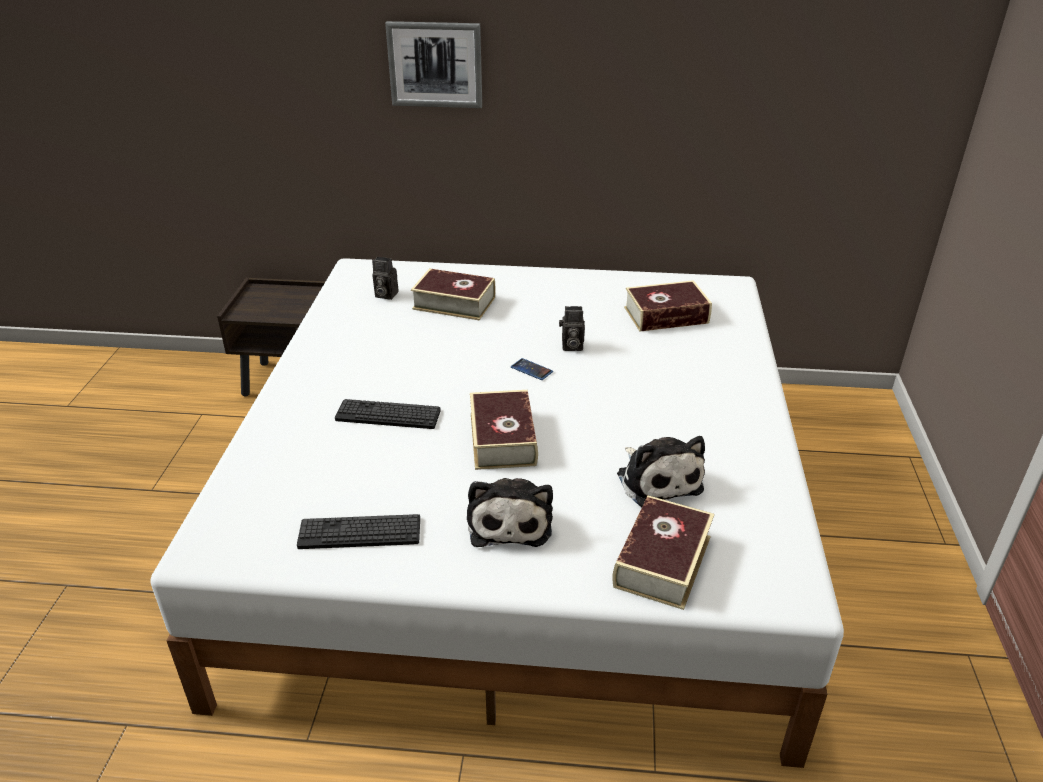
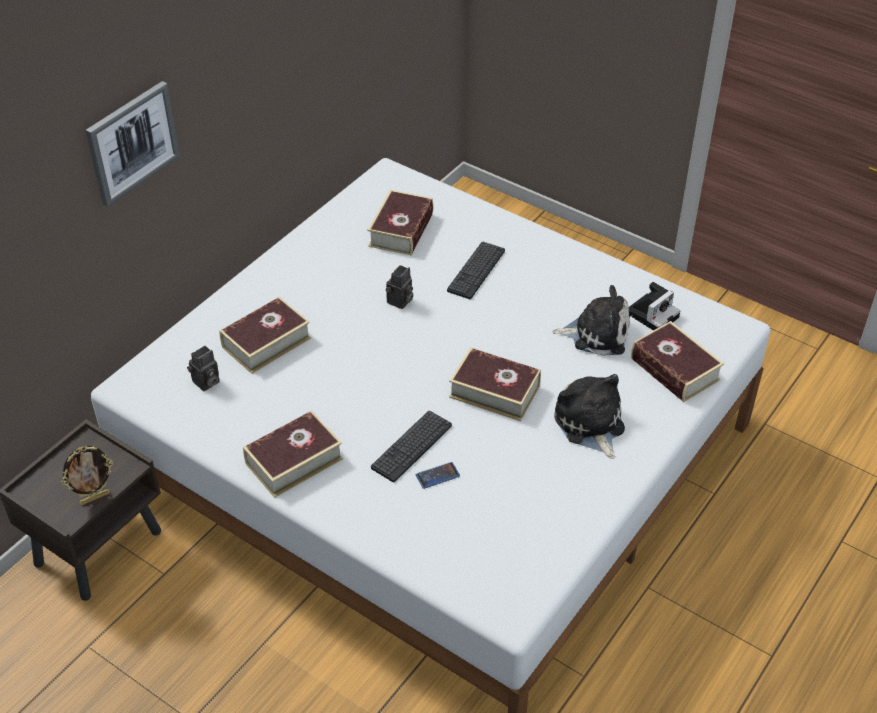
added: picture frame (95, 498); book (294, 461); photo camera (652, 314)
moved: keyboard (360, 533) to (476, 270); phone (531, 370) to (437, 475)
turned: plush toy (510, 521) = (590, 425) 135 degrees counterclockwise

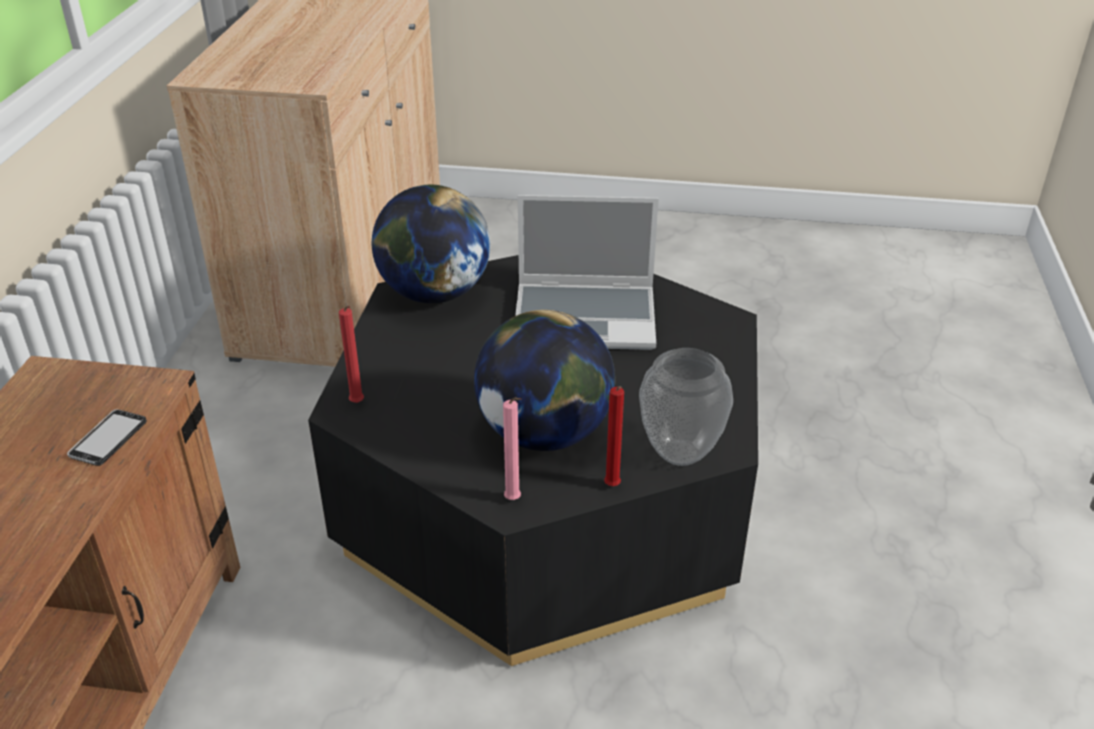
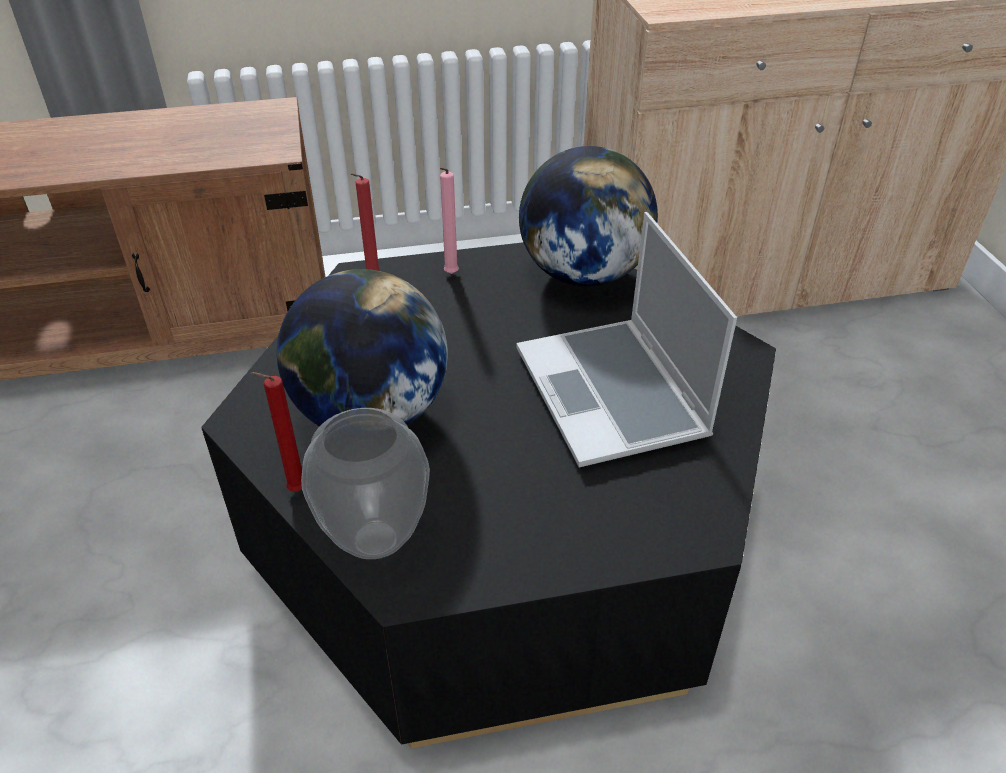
removed: phone (108, 439)
moved: pink candle (514, 501) to (450, 275)

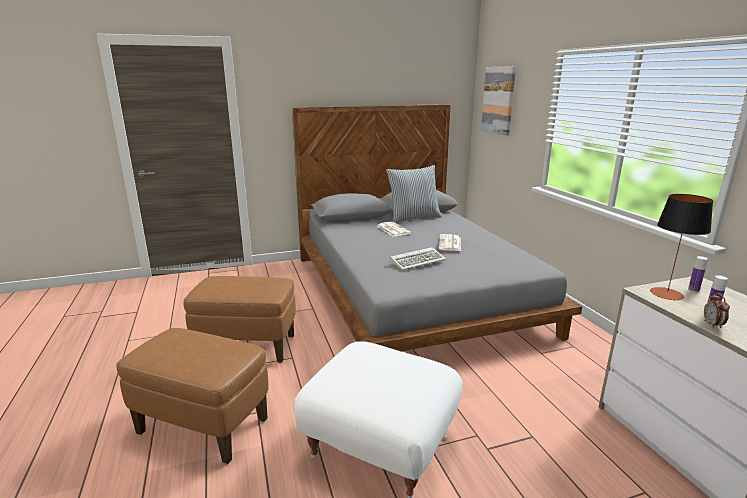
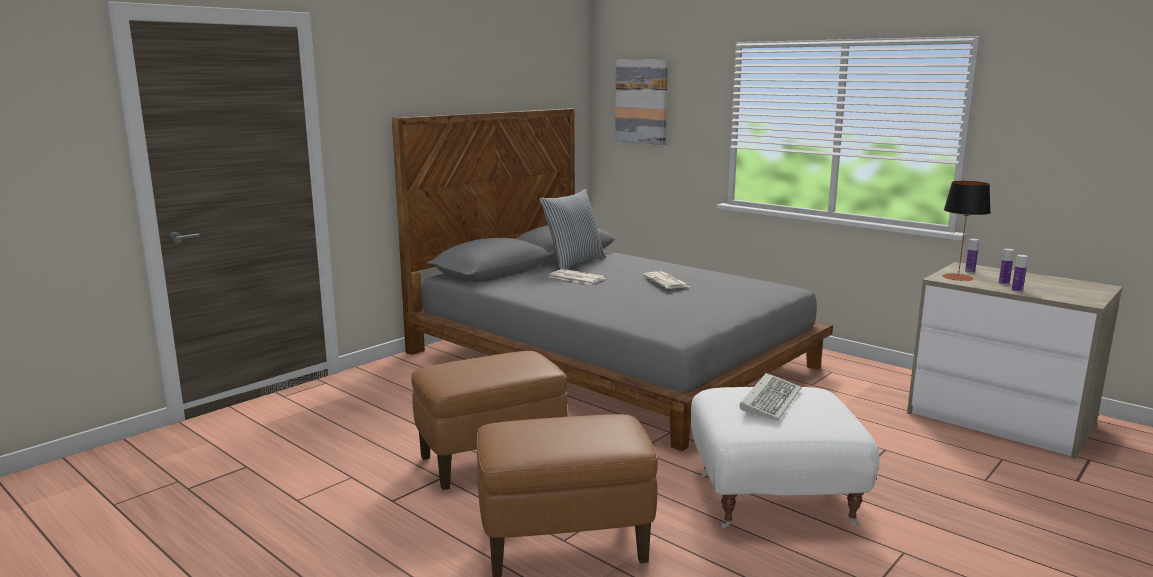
moved: keyboard (418, 261) to (770, 399)
replaced: alarm clock (712, 325) to bottle (1017, 291)

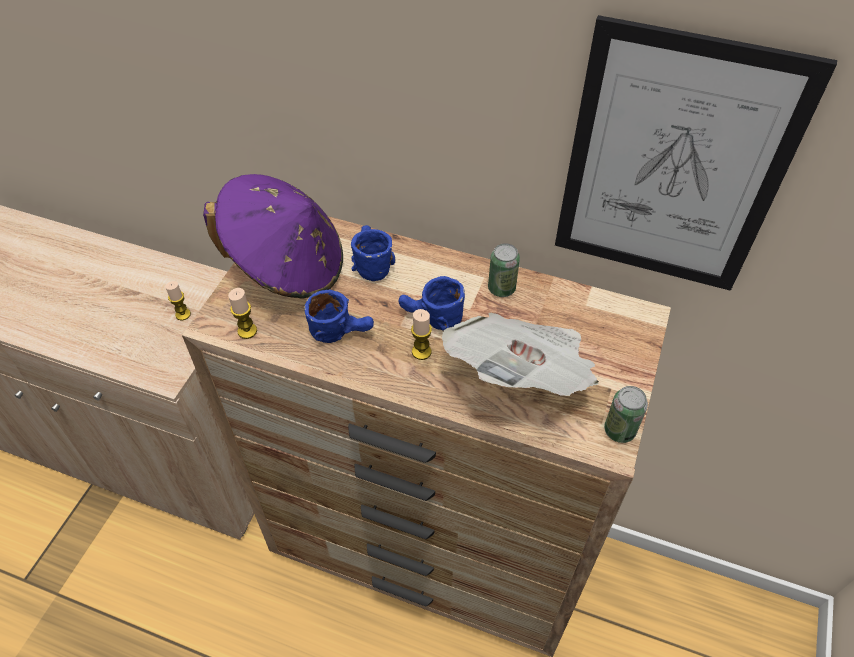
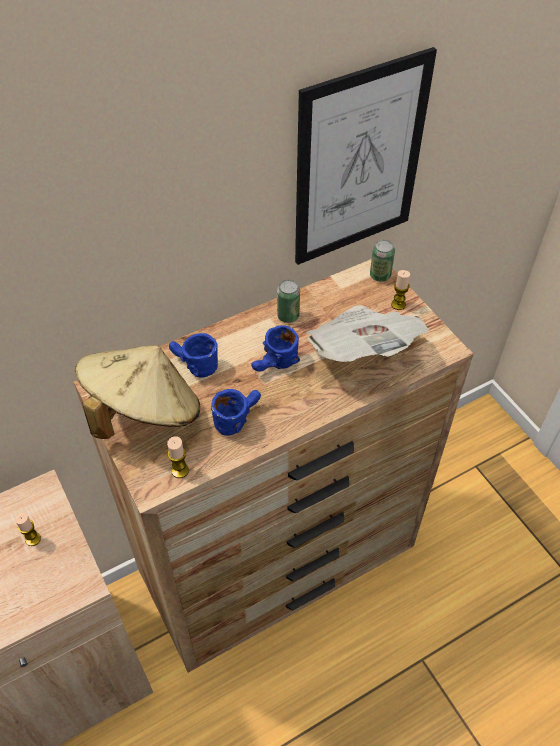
moved: candle (421, 352) to (398, 304); can (619, 430) to (380, 276)
recoloured: purple hat (287, 266) to beige hat (144, 412)

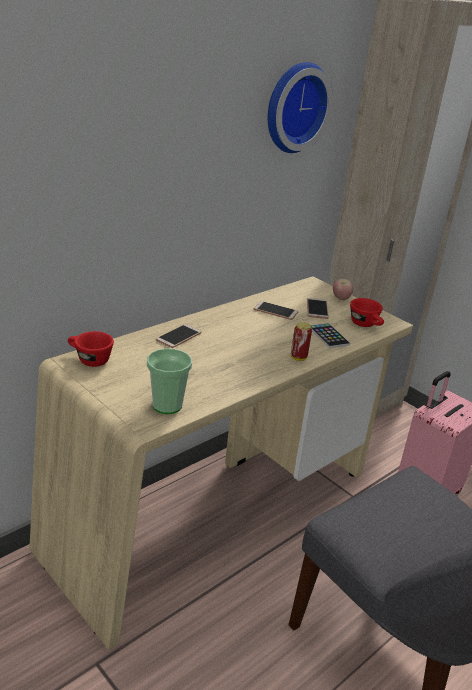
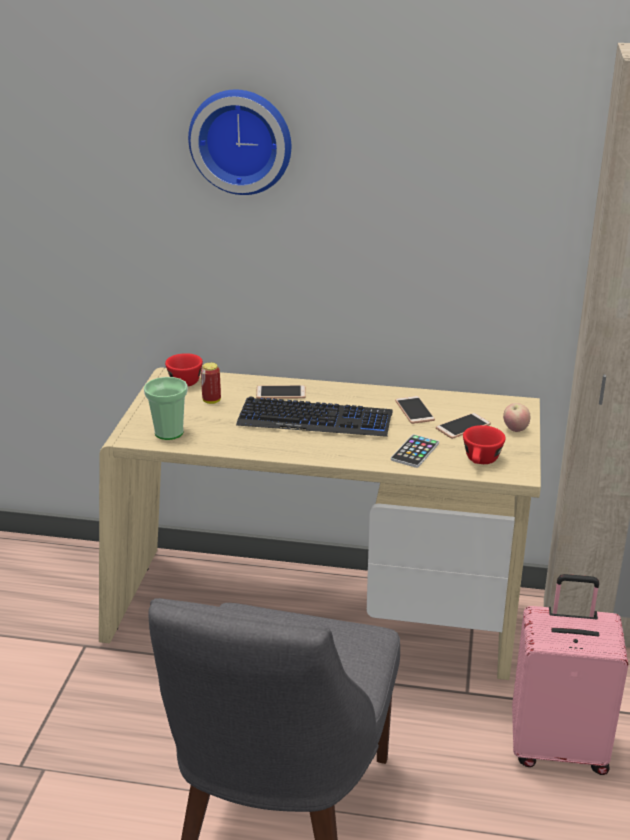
added: keyboard (315, 420)
moved: wall clock (293, 107) to (242, 140); can (298, 358) to (211, 401)

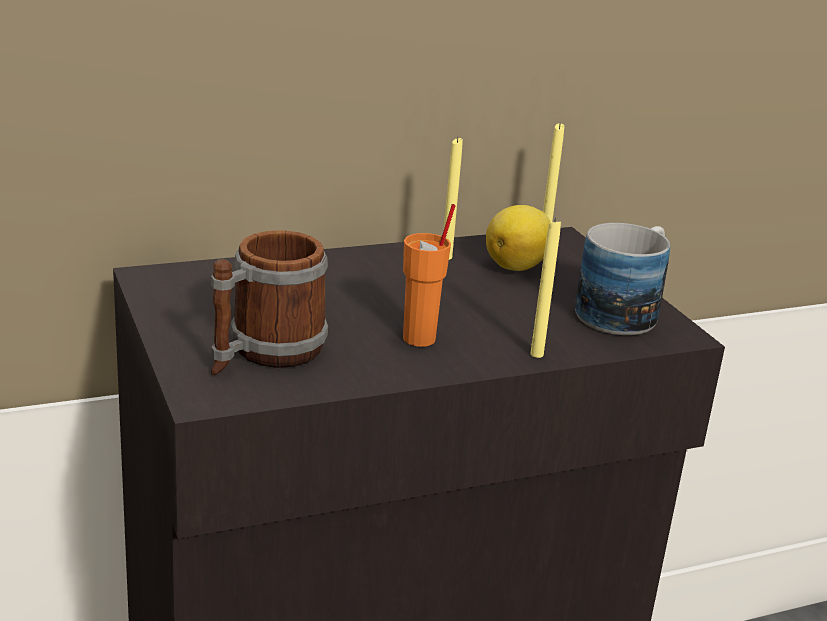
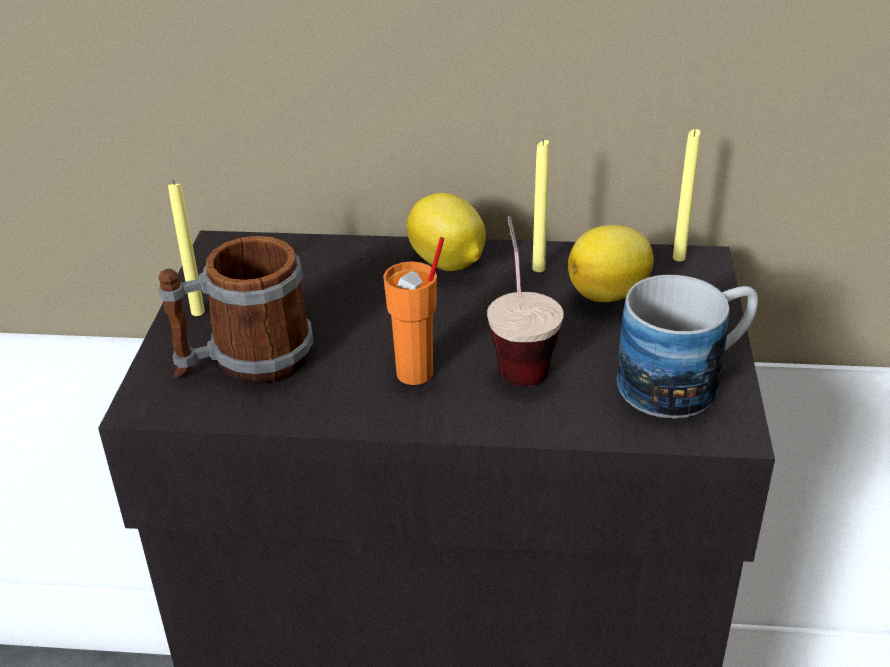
added: lemon (448, 264); cup (518, 354)
moved: yellow candle (536, 354) to (198, 312)

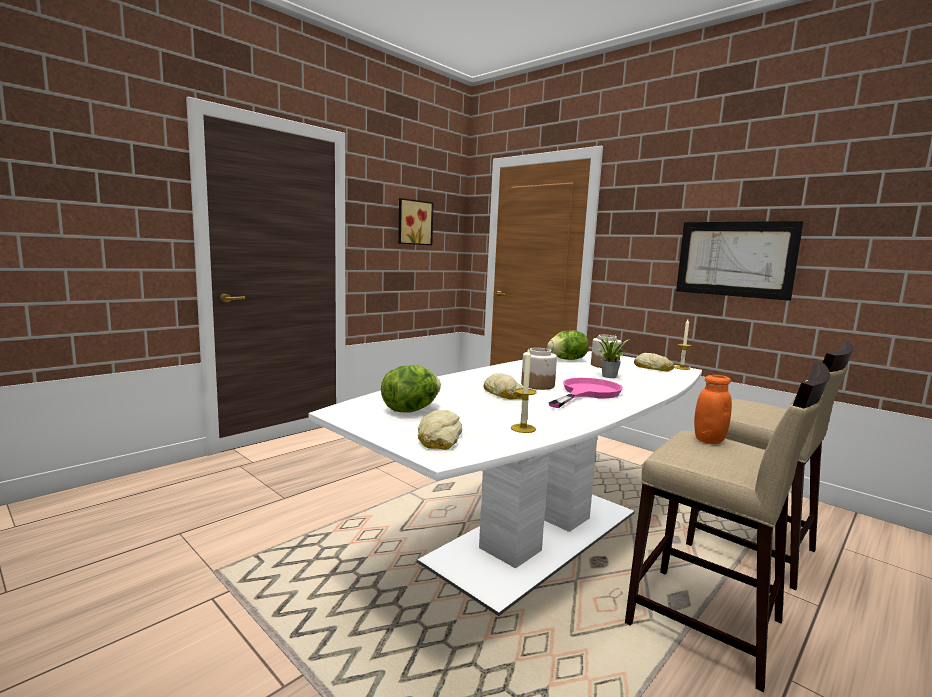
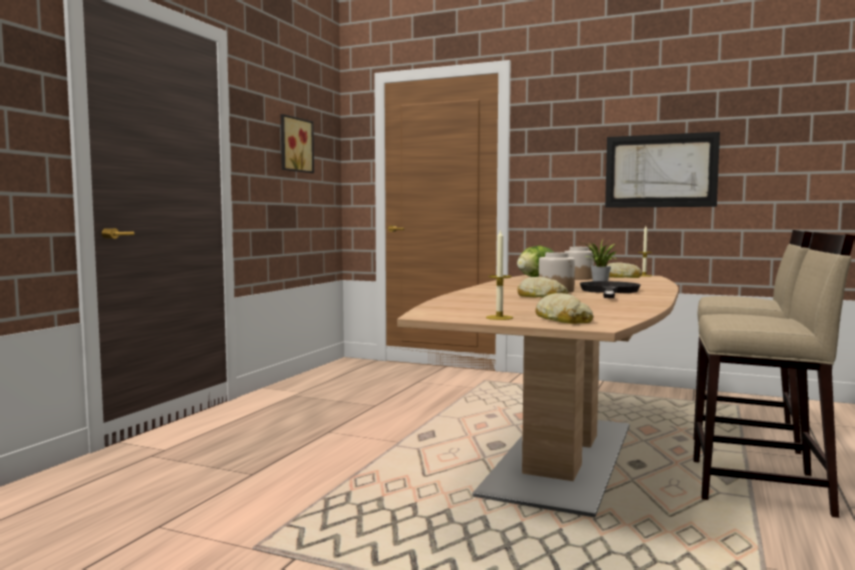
removed: lettuce (411, 410); orange jar (709, 440)
moved: candle (523, 428) to (499, 317)
recoloured: white dining table (537, 536) to brown dining table (562, 457); pink frying pan (586, 393) to black frying pan (609, 291)

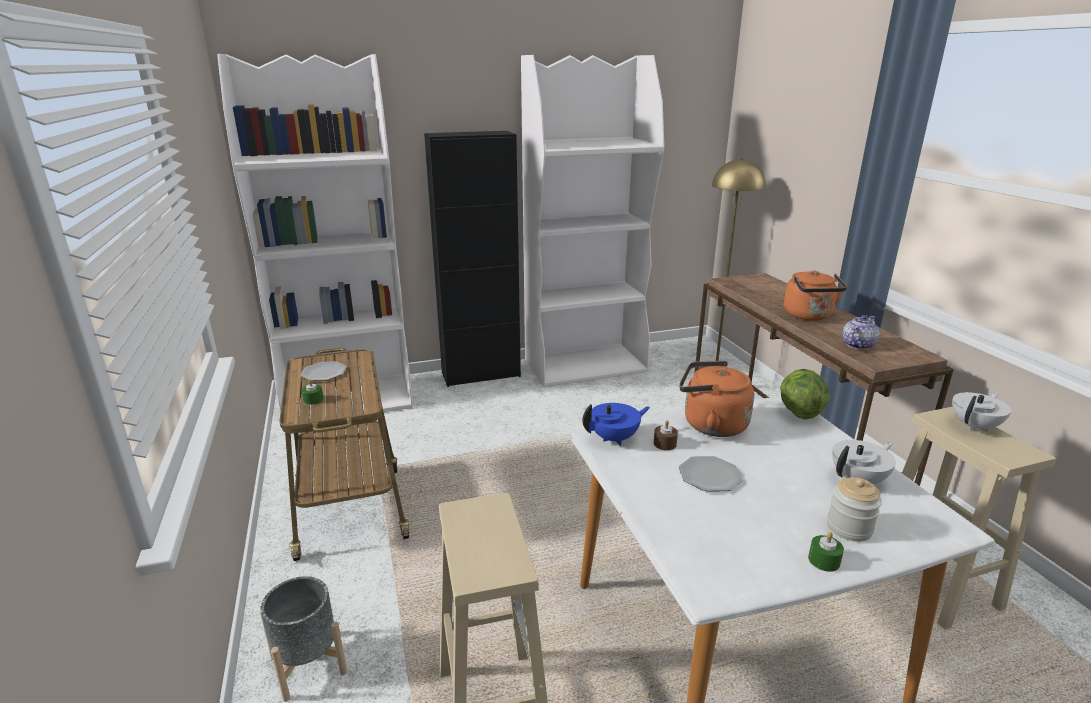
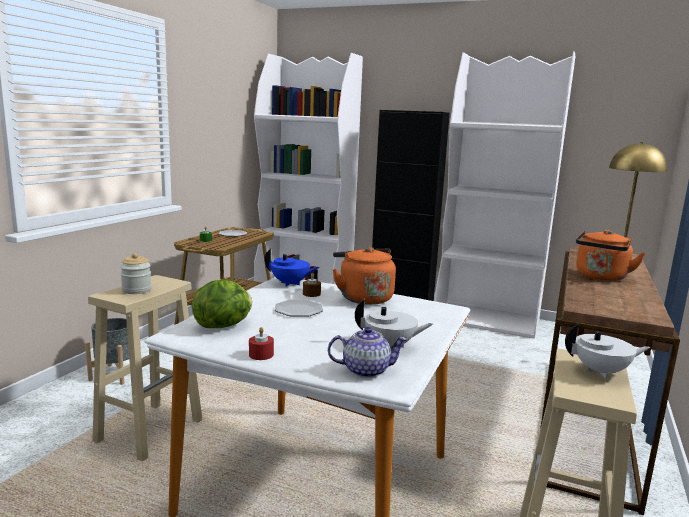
moved: lettuce (799, 411) to (224, 326); jar (849, 528) to (136, 290); teapot (857, 345) to (365, 370)
recoloured: green candle (824, 560) to red candle (261, 354)

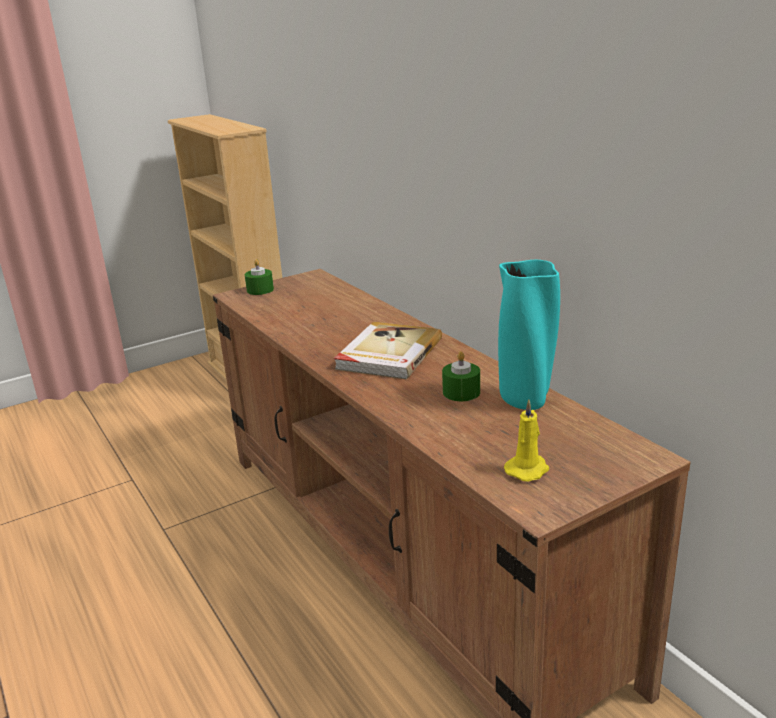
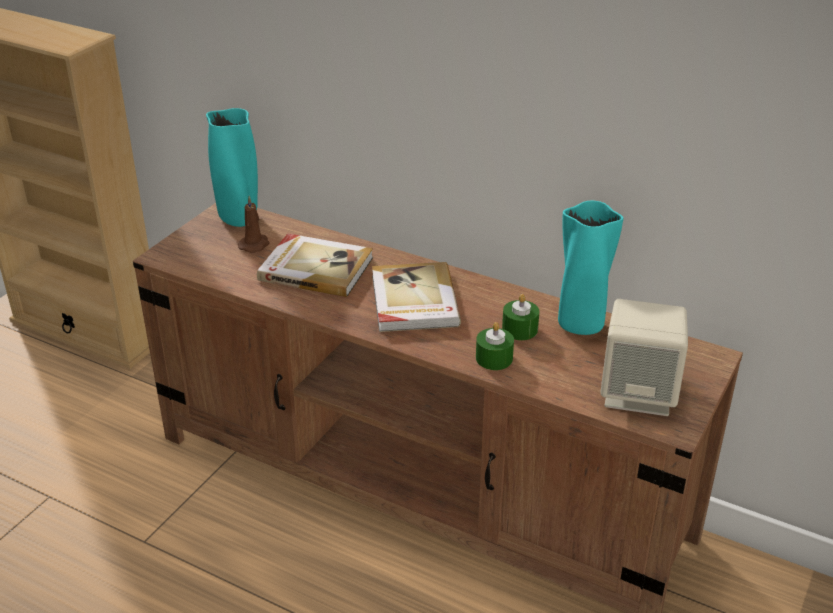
added: turquoise vase (239, 219); brown candle (255, 245); book (316, 268)
moved: green candle (260, 290) to (494, 358)
replaced: yellow candle (528, 469) to beige speaker (638, 394)

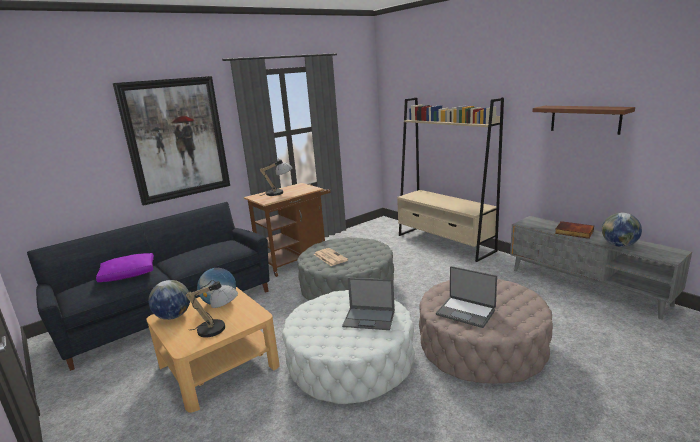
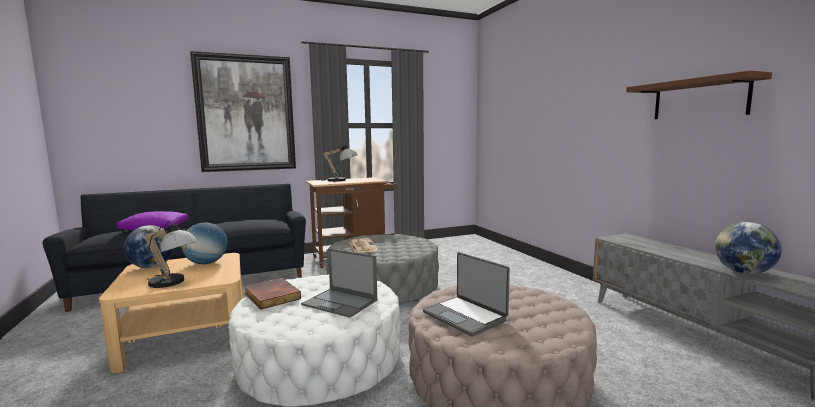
removed: beige bookcase (445, 243)
moved: book (573, 232) to (271, 296)

